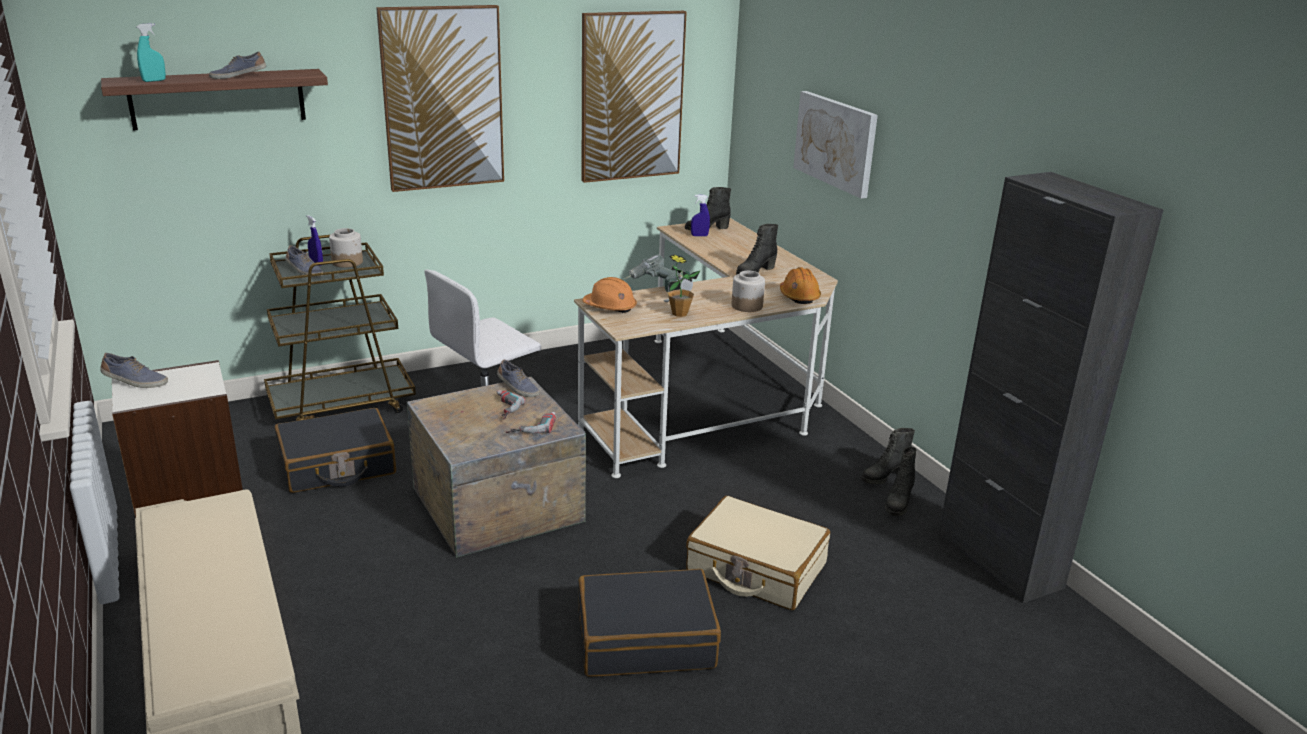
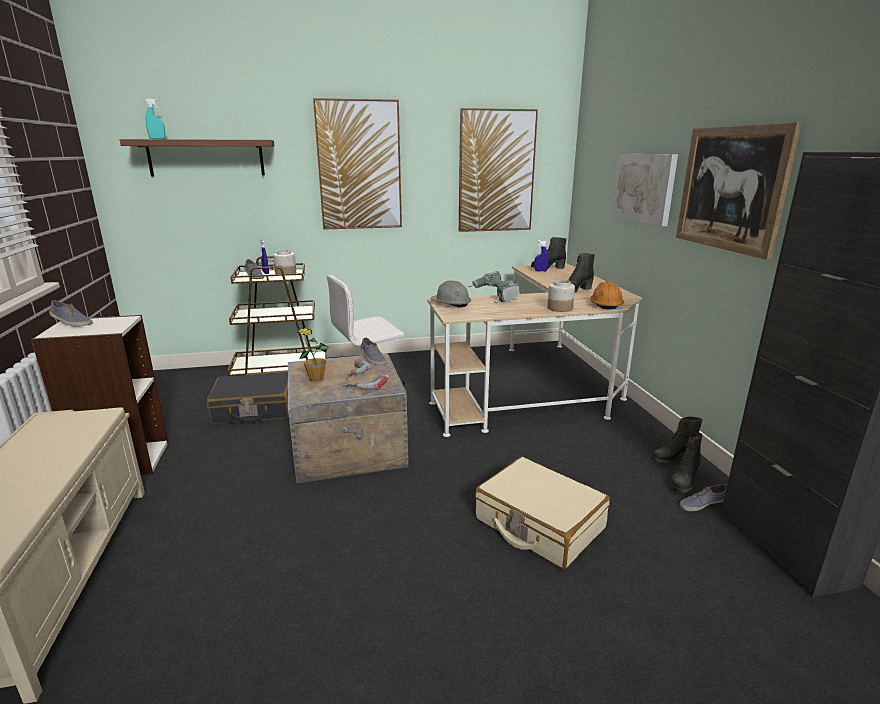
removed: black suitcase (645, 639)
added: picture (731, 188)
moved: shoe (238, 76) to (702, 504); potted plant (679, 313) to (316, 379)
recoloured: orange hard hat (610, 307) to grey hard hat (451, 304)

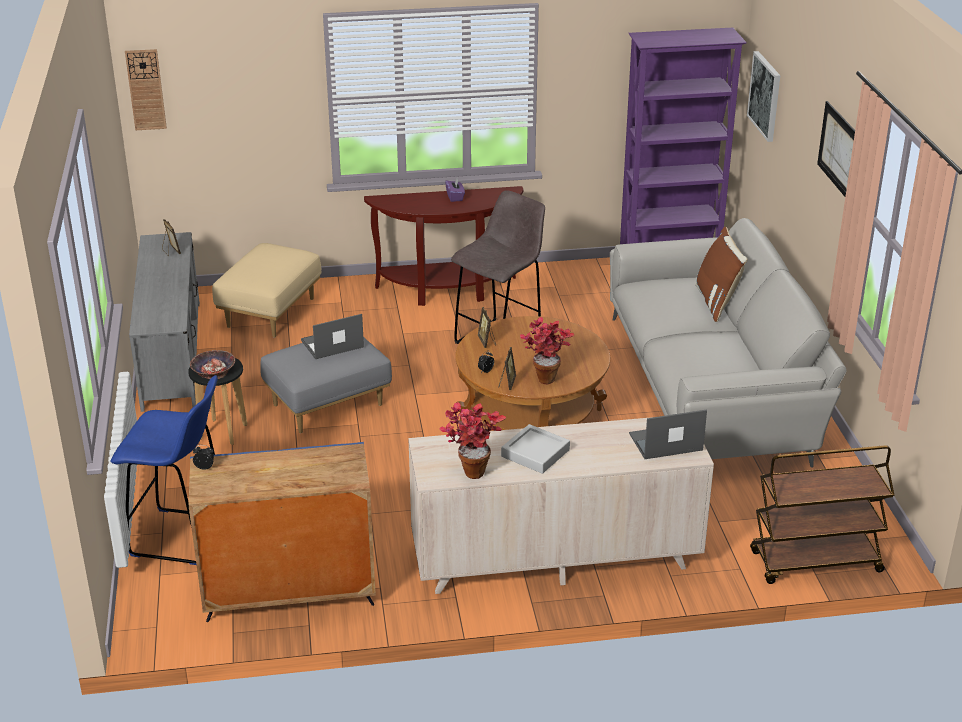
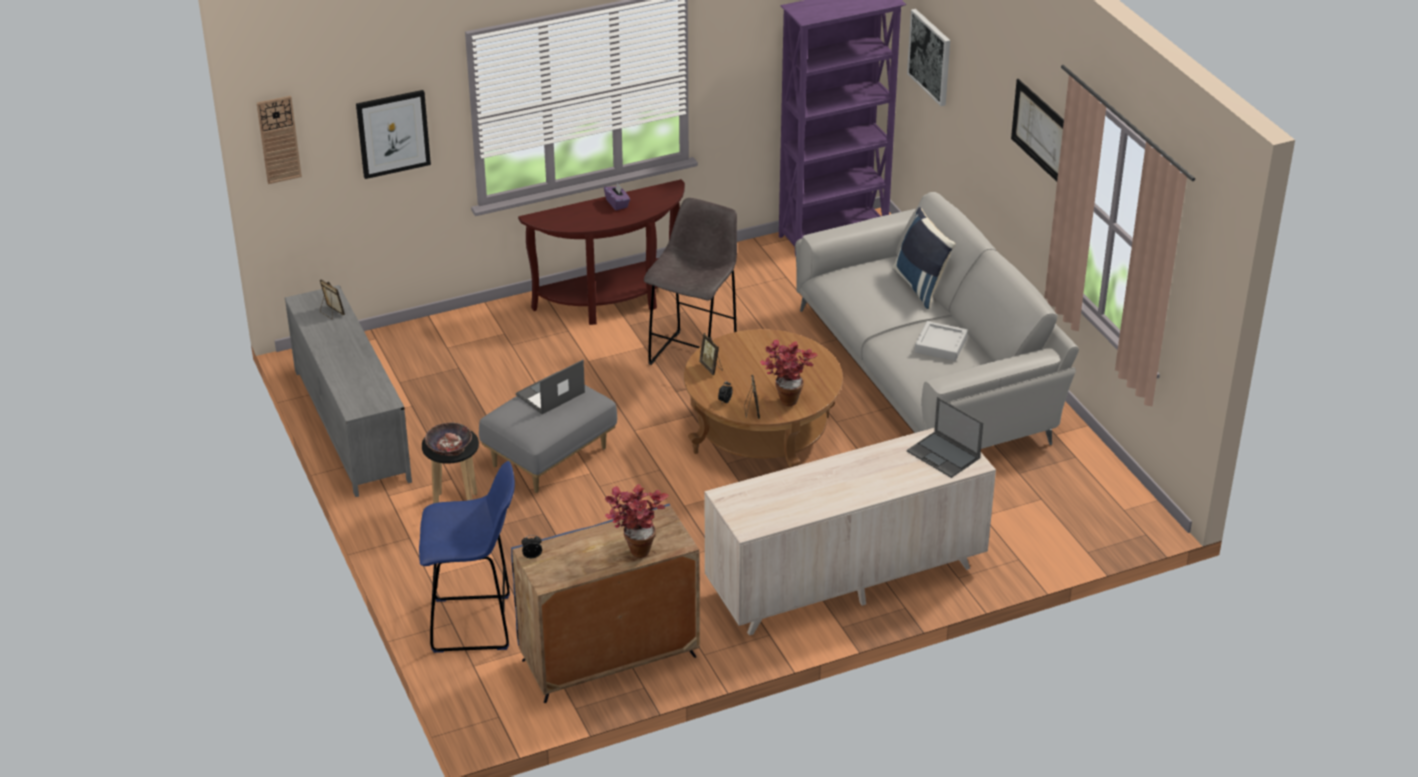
removed: beige ottoman (270, 312); brown cart (815, 563)
added: picture (393, 133)
moved: potted plant (470, 469) to (635, 548); grey tray (535, 453) to (940, 345)
recoloured: brown pillow (717, 302) to blue pillow (921, 286)
turned: laptop (665, 442) = (944, 455) 105 degrees counterclockwise

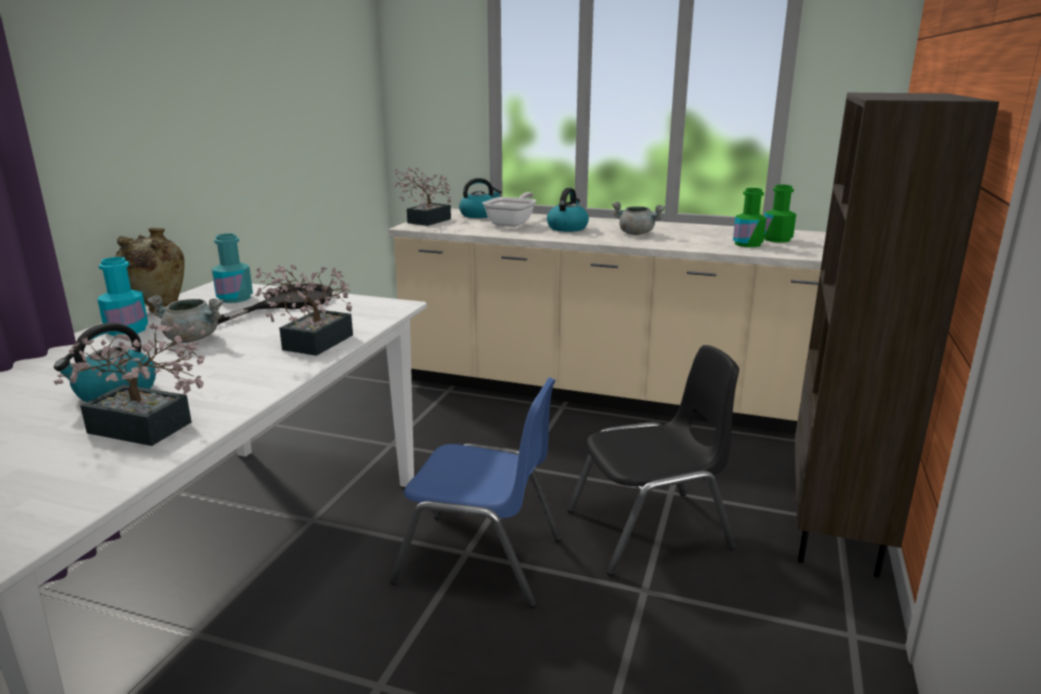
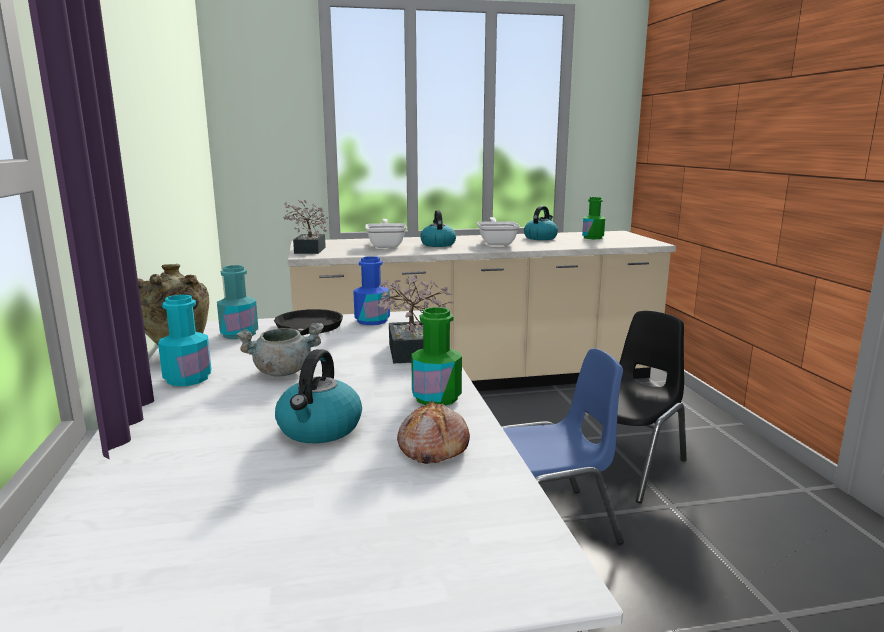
removed: brown bookcase (836, 527)
added: blue bottle (372, 321)
moved: kettle (479, 215) to (540, 238); green bottle (747, 244) to (436, 397)
replaced: potted plant (148, 430) to bread (432, 447); grey cooking pot (636, 234) to frying pan (497, 243)

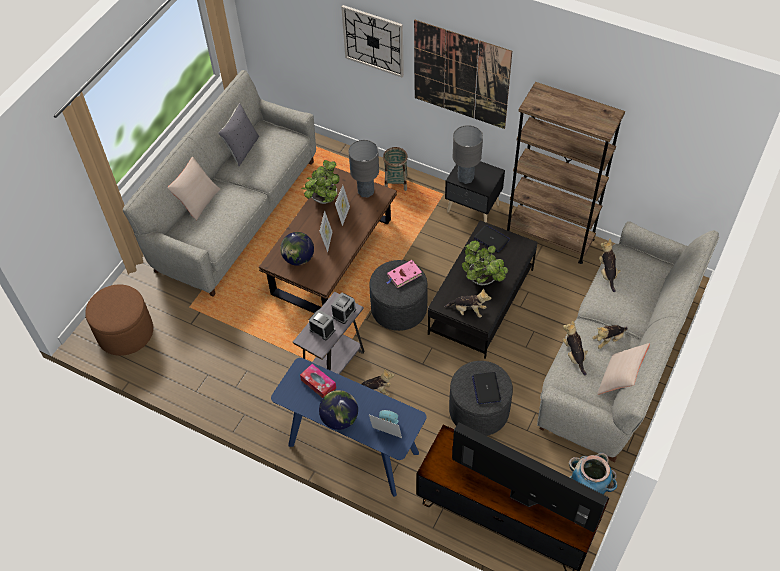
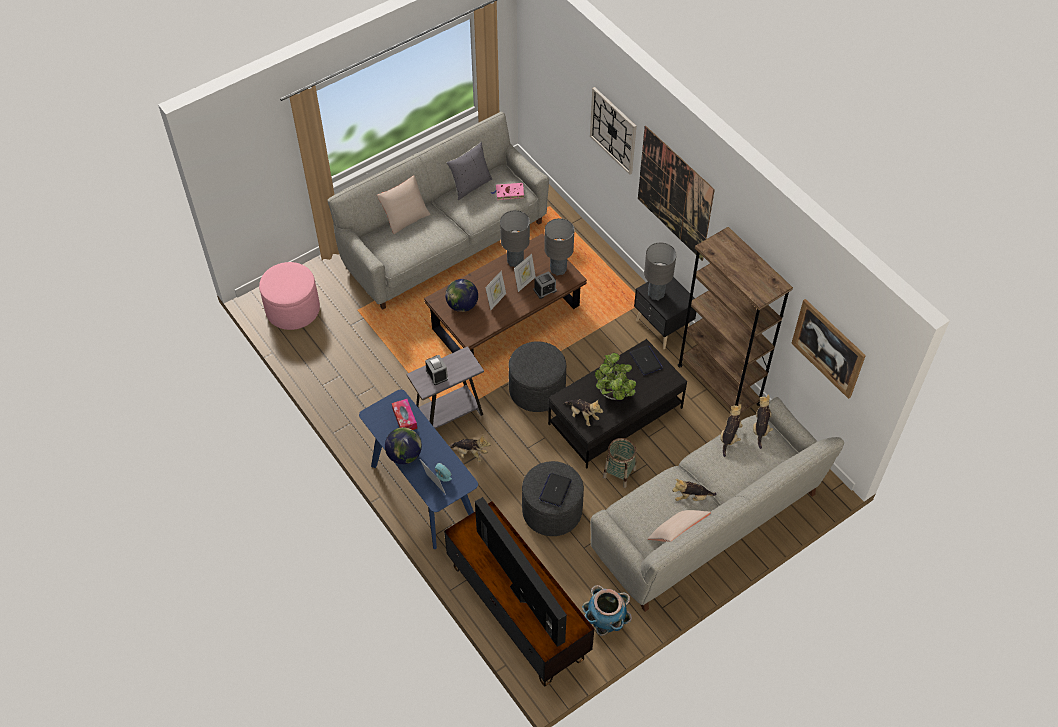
added: picture (828, 348)
moved: alarm clock (344, 313) to (545, 290); basket (396, 182) to (619, 473); pink book (403, 275) to (509, 193); plush toy (574, 355) to (760, 428)
replaced: potted plant (323, 200) to grey table lamp (515, 261)
recoloured: brown ottoman (125, 332) to pink ottoman (293, 309)

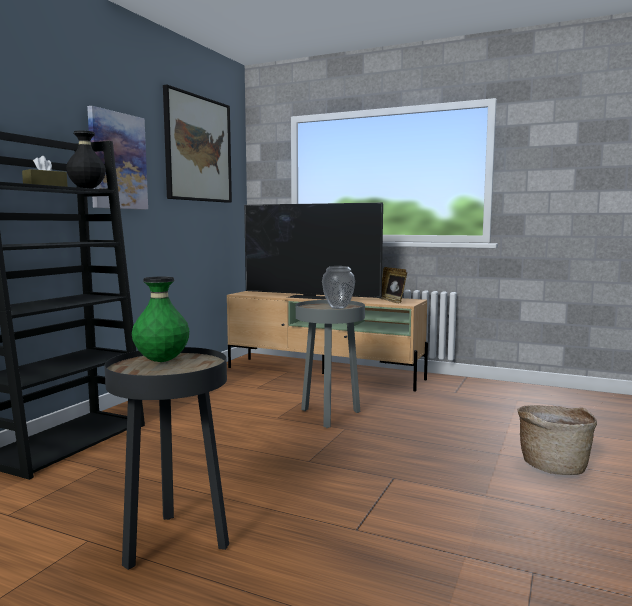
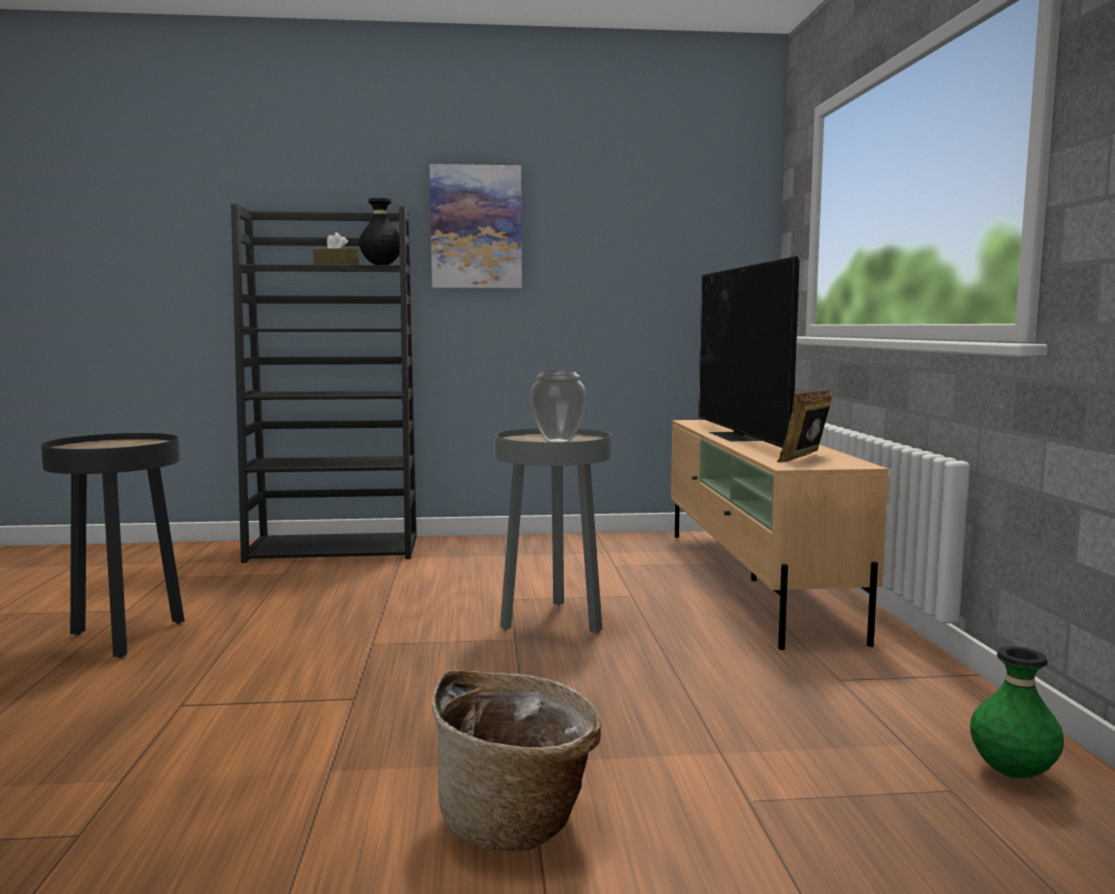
removed: picture (198, 149)
moved: green vase (162, 361) to (1012, 773)

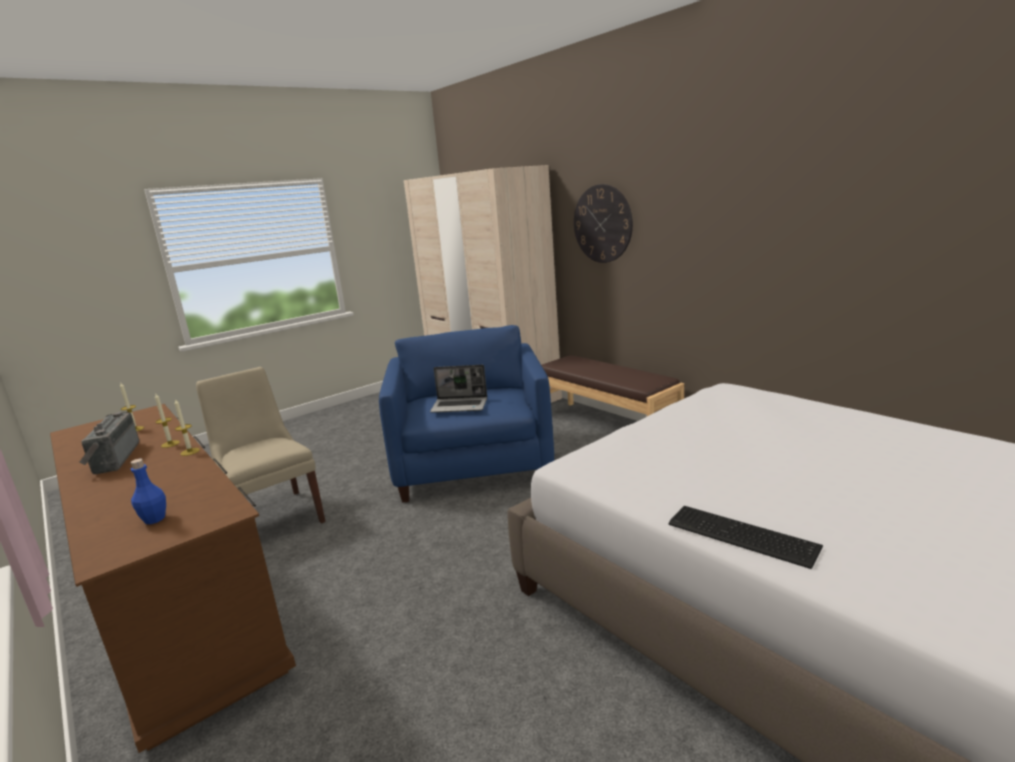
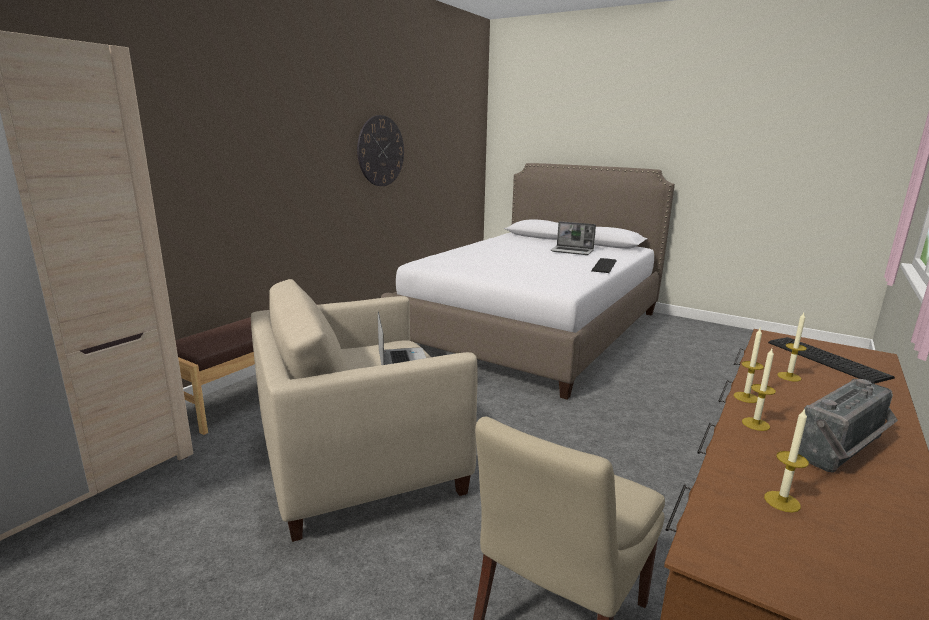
added: laptop (572, 251); candle (789, 376)
moved: wall clock (602, 224) to (381, 151)
replaced: blue bottle (154, 519) to keyboard (826, 358)
recoloured: blue armchair (473, 465) to beige armchair (360, 460)

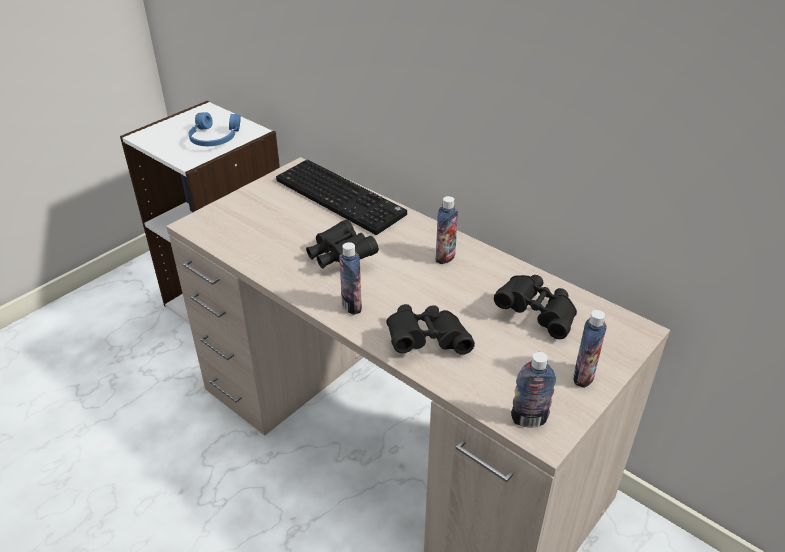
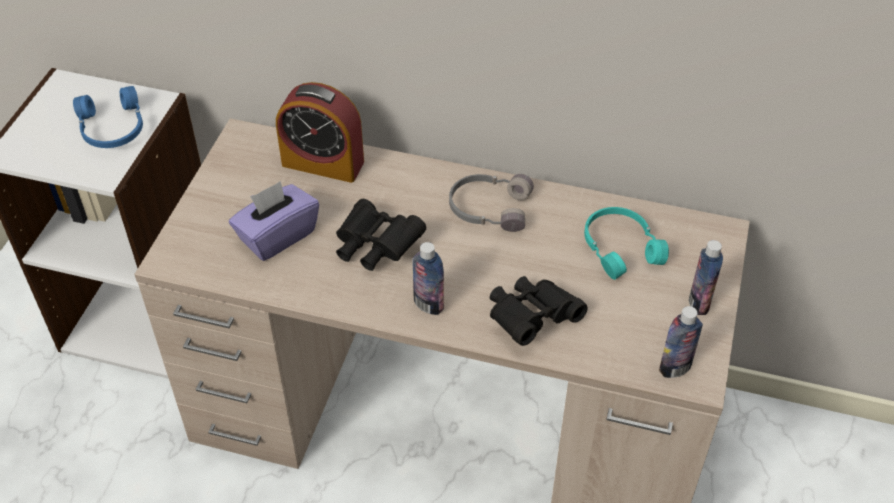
added: purple tissue box (277, 236)
replaced: keyboard (342, 197) to alarm clock (323, 163); bottle (445, 257) to grey headphones (489, 208); black binoculars (537, 314) to turquoise headphones (620, 247)

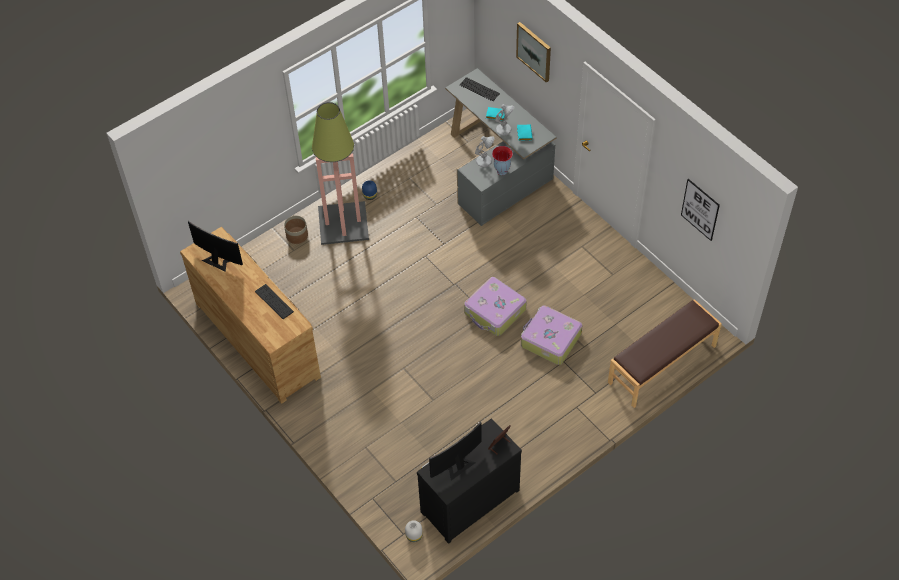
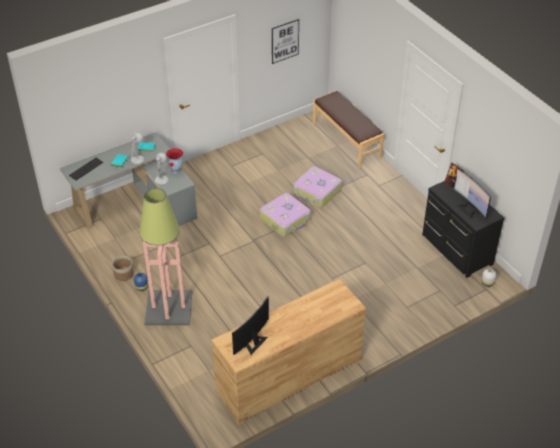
removed: keyboard (273, 302); picture (534, 51)
moved: planter (297, 235) to (123, 274)

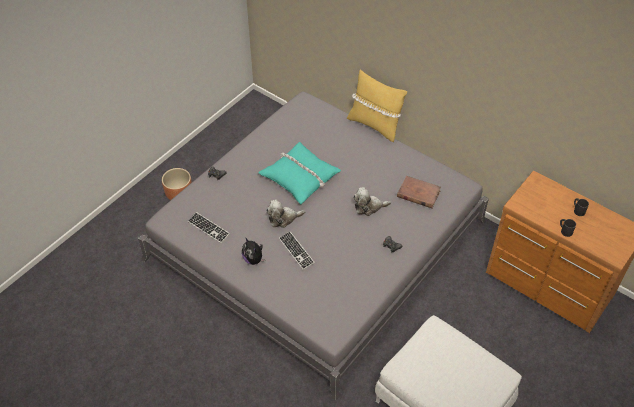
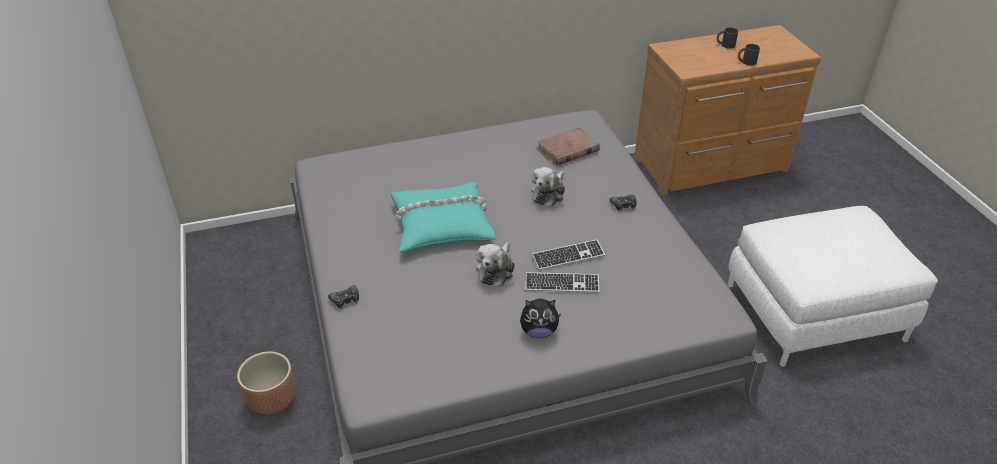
removed: yellow pillow (374, 125)
moved: keyboard (208, 228) to (568, 256)

